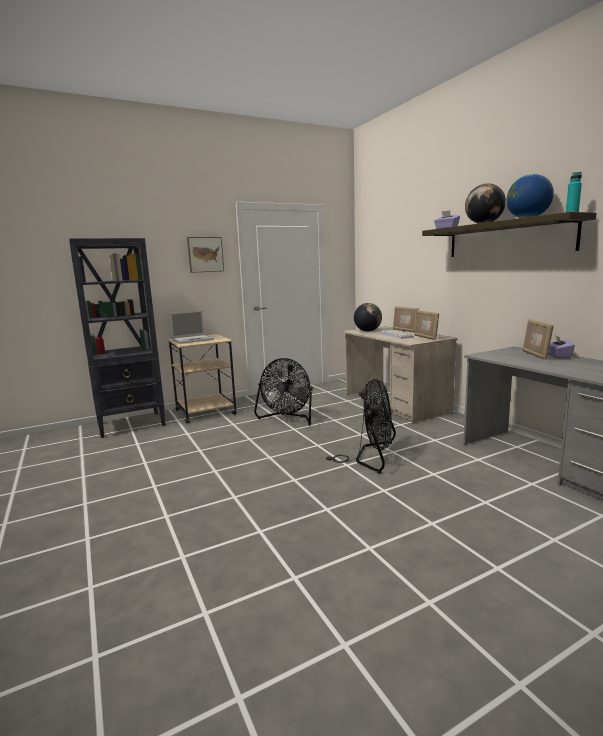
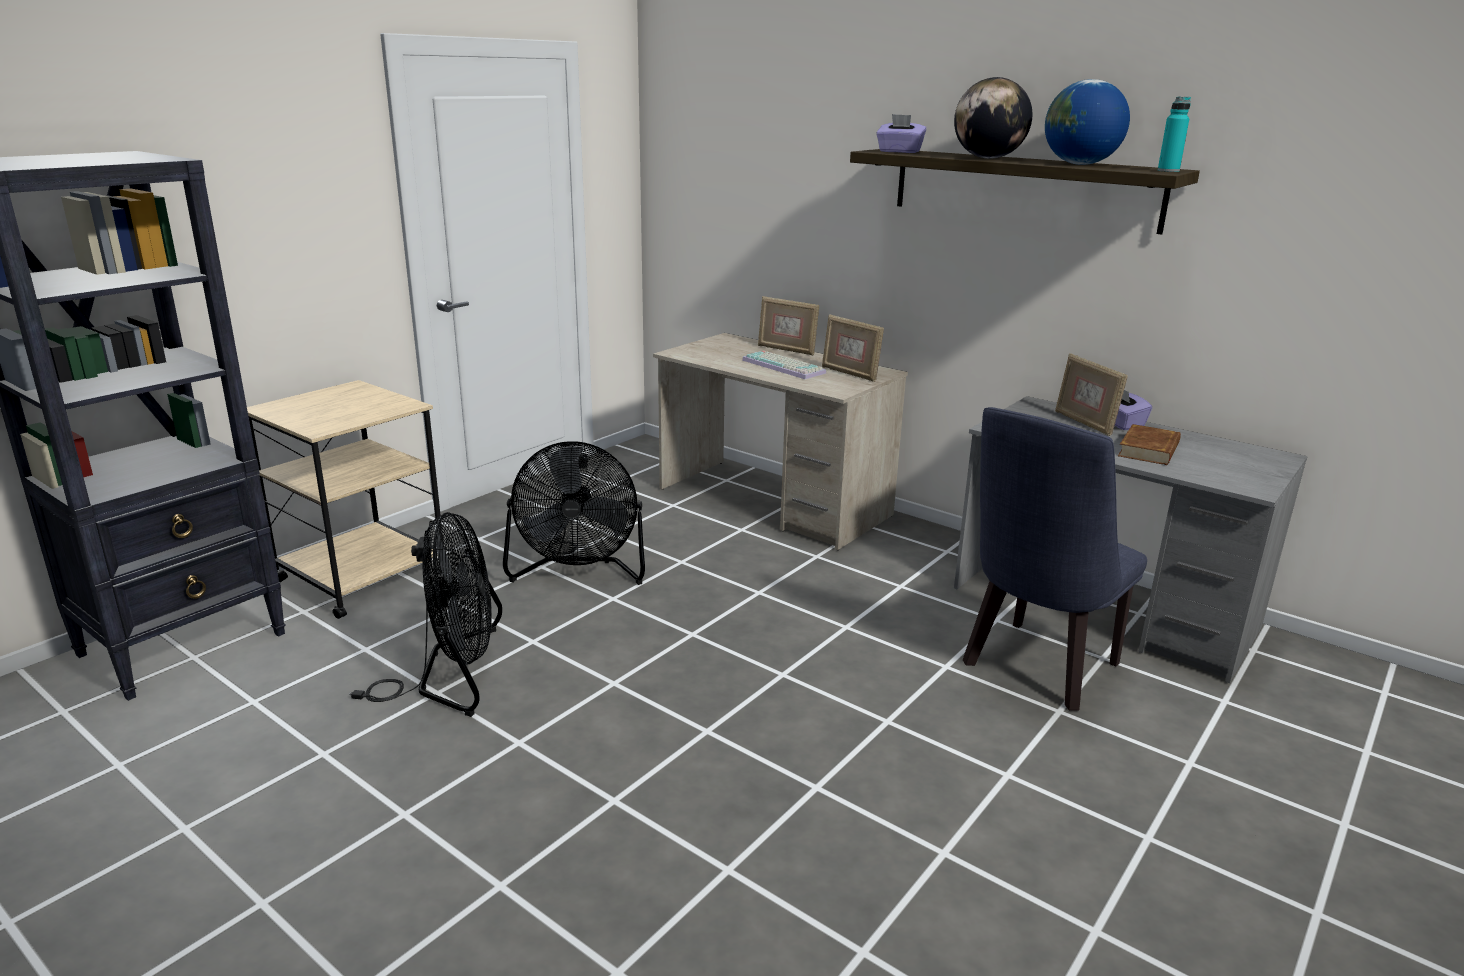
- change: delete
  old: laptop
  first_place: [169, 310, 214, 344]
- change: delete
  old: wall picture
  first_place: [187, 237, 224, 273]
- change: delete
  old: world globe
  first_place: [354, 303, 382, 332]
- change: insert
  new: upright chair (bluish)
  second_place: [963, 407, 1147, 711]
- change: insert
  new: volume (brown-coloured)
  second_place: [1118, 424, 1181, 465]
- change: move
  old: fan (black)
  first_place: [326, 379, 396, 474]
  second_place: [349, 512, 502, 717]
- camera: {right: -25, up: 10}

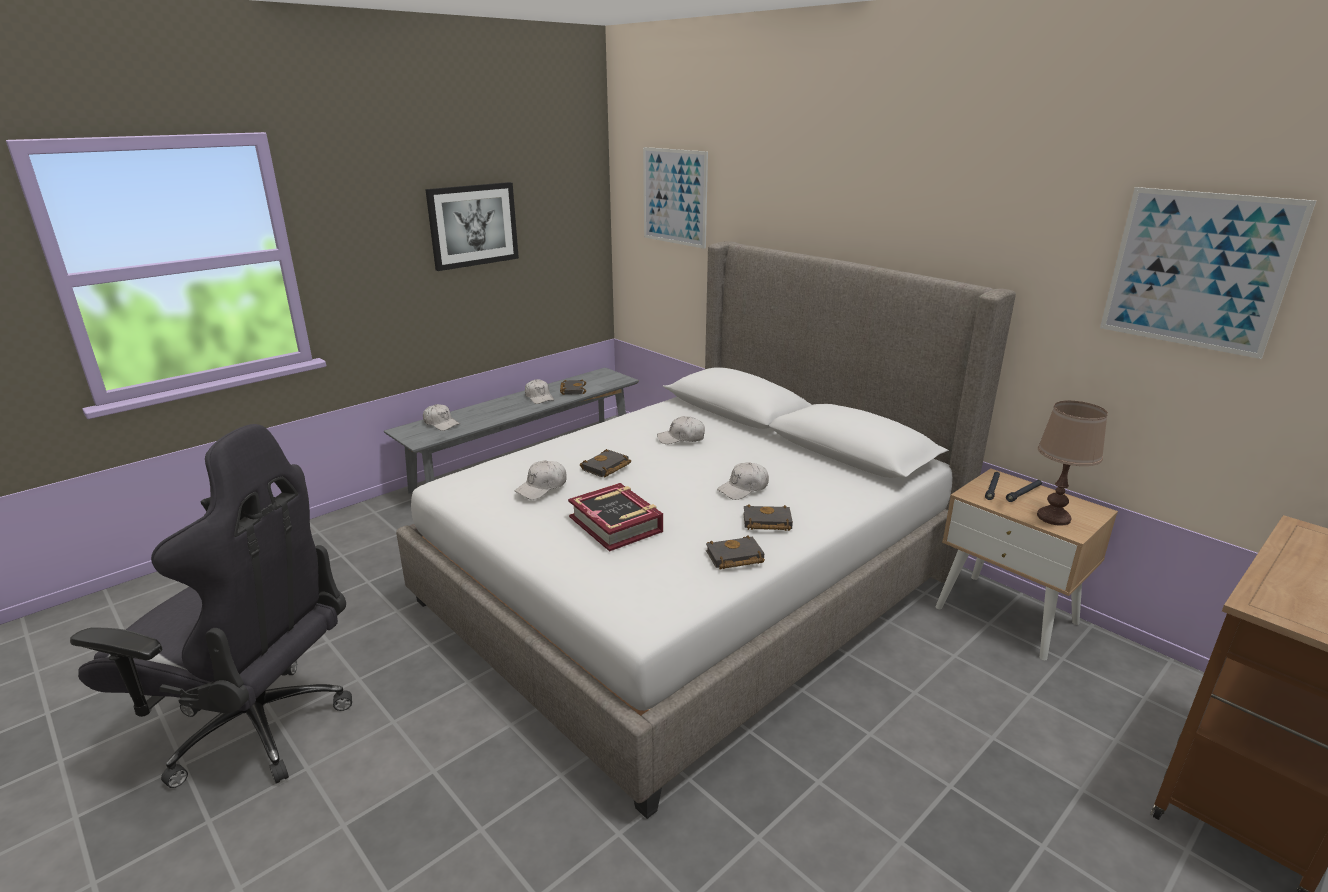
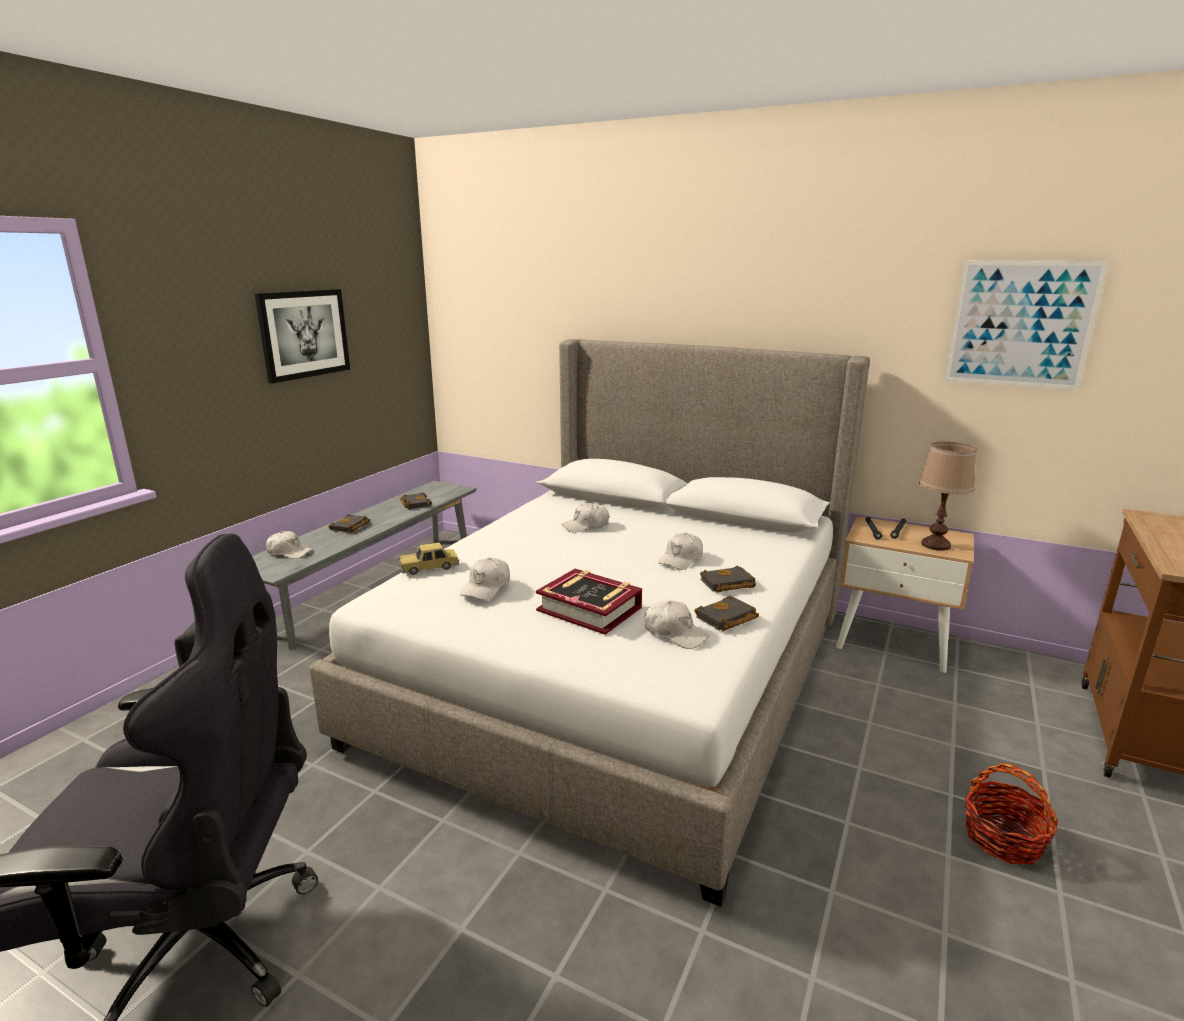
- change: delete
  old: wall picture
  first_place: [643, 147, 708, 249]
- change: insert
  new: toy car
  second_place: [399, 543, 460, 575]
- change: insert
  new: basket
  second_place: [965, 763, 1058, 865]
- change: move
  old: cap (whitish)
  first_place: [525, 379, 554, 404]
  second_place: [644, 600, 710, 649]
- change: move
  old: volume (black)
  first_place: [580, 449, 631, 477]
  second_place: [328, 514, 370, 533]
- camera: {right: -20, up: -5}

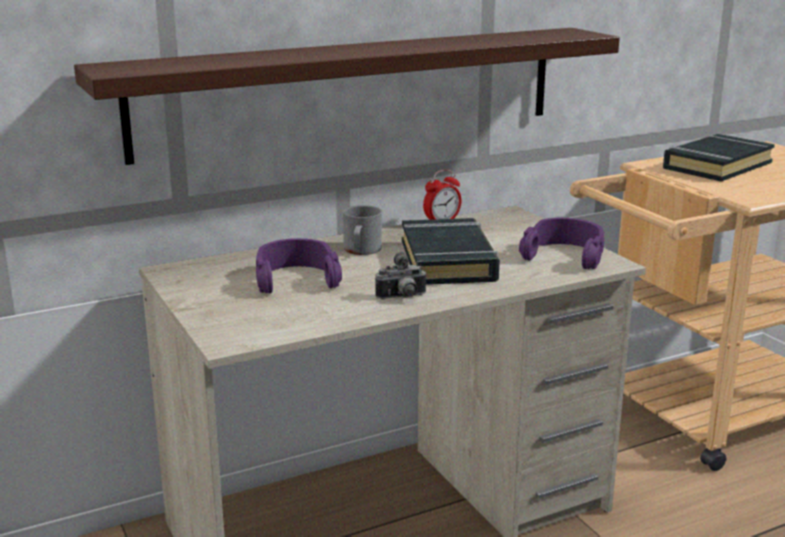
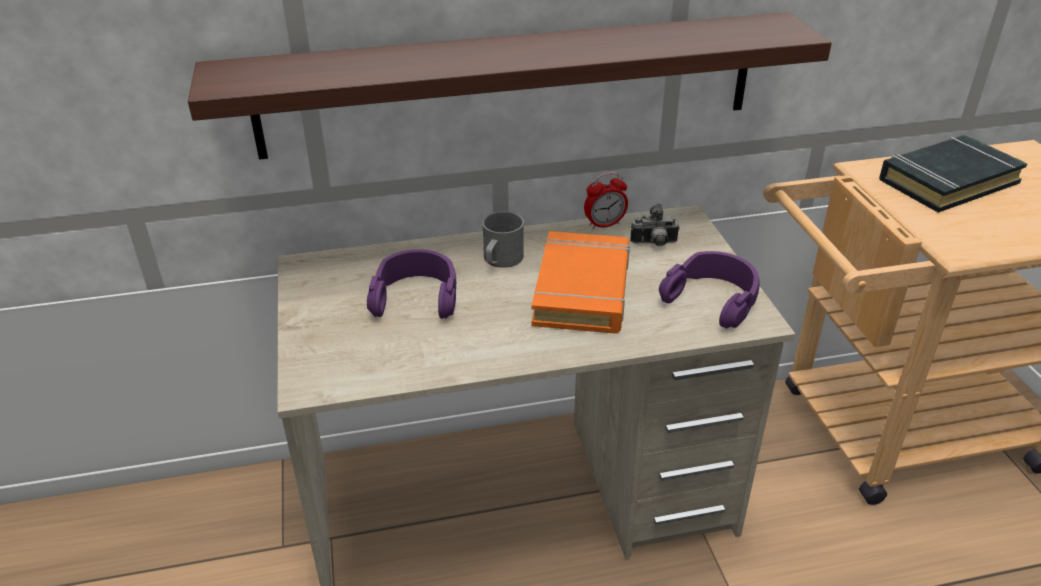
- change: move
  old: photo camera
  first_place: [375, 252, 427, 299]
  second_place: [630, 204, 679, 246]
- change: recolor
  old: volume (black)
  new: volume (orange)
  first_place: [402, 218, 500, 285]
  second_place: [532, 231, 630, 334]
- camera: {right: 15, up: 15}

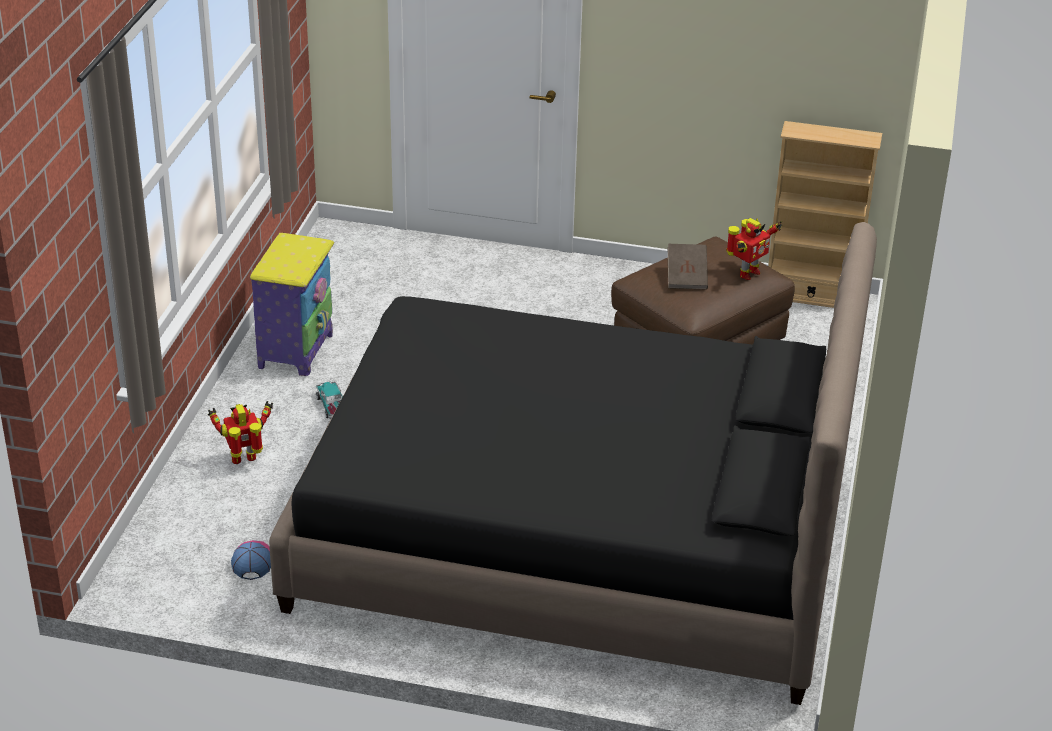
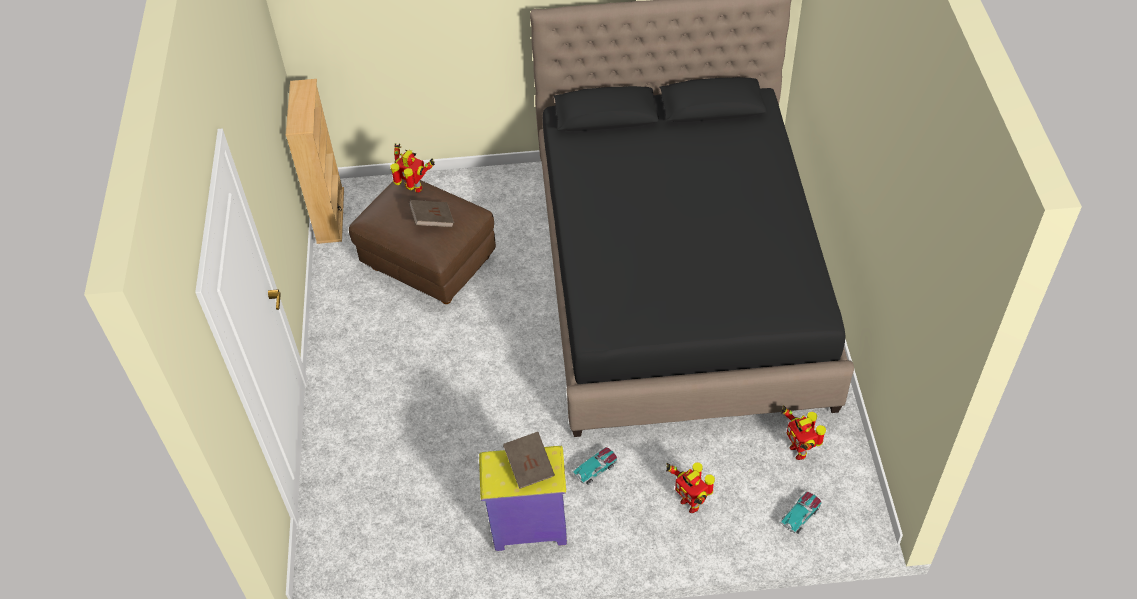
- change: insert
  new: volume (brown-coloured)
  second_place: [503, 432, 555, 489]
- change: insert
  new: toy car
  second_place: [780, 492, 822, 534]
- change: replace
  old: cap
  new: robot figure
  first_place: [231, 540, 271, 580]
  second_place: [781, 405, 826, 460]
- camera: {right: -105, up: 15}

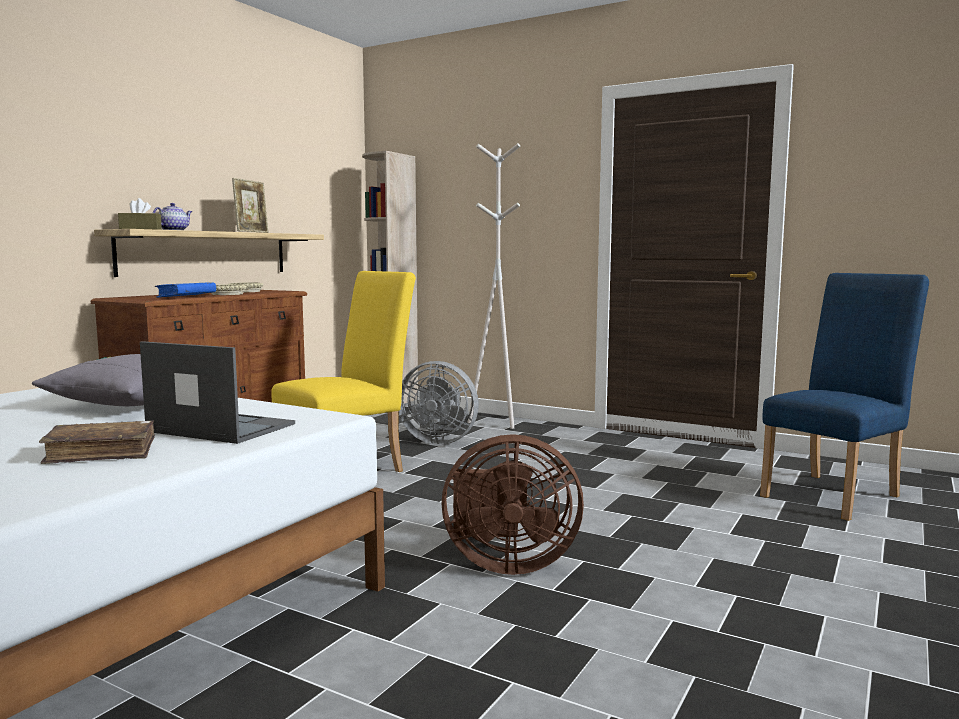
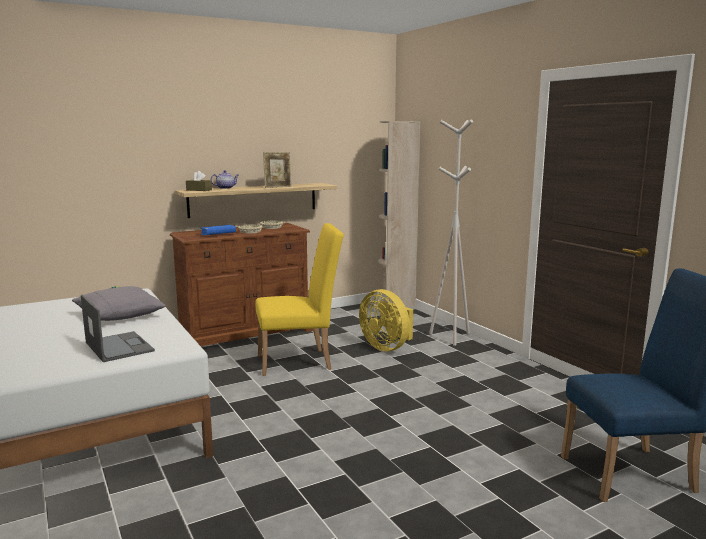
- change: delete
  old: volume (brown-coloured)
  first_place: [39, 420, 155, 464]
- change: delete
  old: fan (brown-coloured)
  first_place: [442, 434, 584, 575]
- change: recolor
  old: fan (gray)
  new: fan (yellowish)
  first_place: [398, 361, 479, 445]
  second_place: [359, 289, 413, 351]
- camera: {right: 30, up: 5}

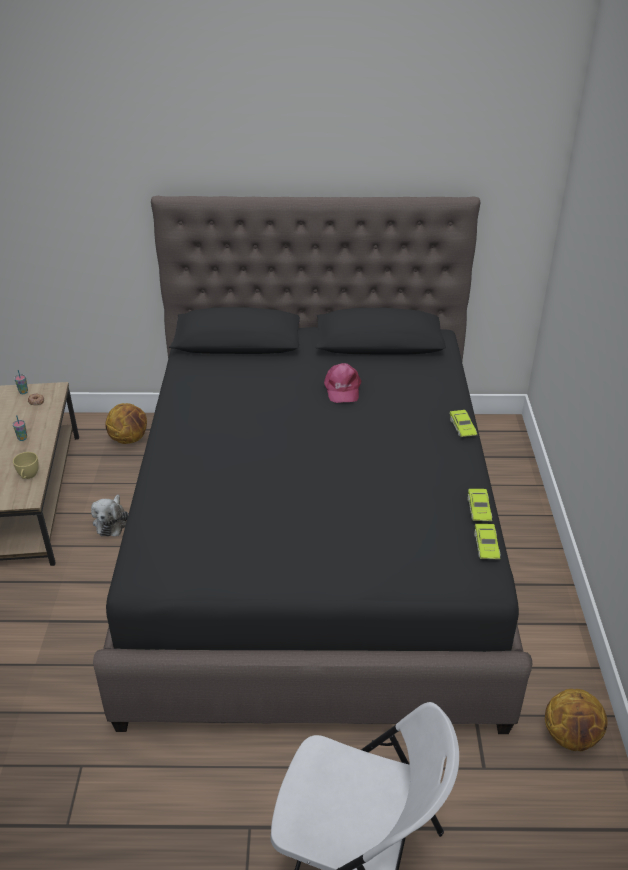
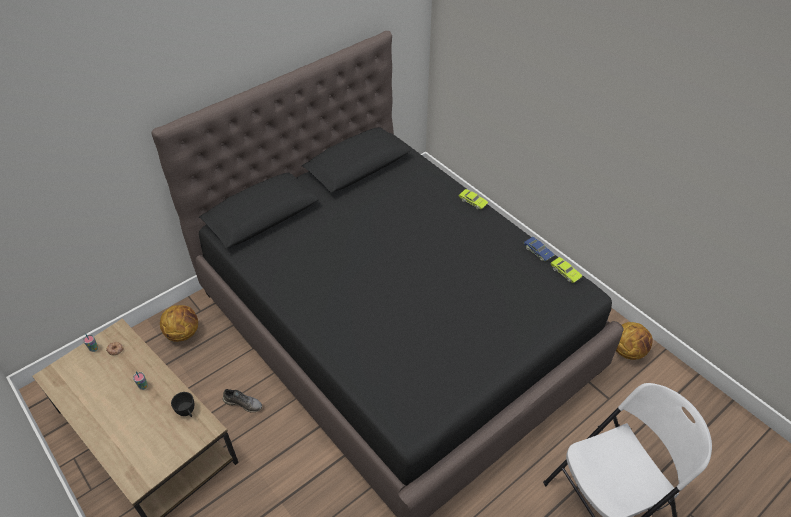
- change: delete
  old: cap (pinkish)
  first_place: [324, 363, 361, 403]
- change: replace
  old: soft toy
  new: low shoe (gray)
  first_place: [91, 494, 128, 537]
  second_place: [223, 389, 262, 413]
- change: recolor
  old: drinking cup (yellowish)
  new: drinking cup (black)
  first_place: [13, 452, 39, 479]
  second_place: [171, 392, 194, 417]
- change: recolor
  old: toy car (green)
  new: toy car (bluish)
  first_place: [468, 489, 492, 521]
  second_place: [524, 237, 555, 262]
- camera: {right: -40, up: 10}

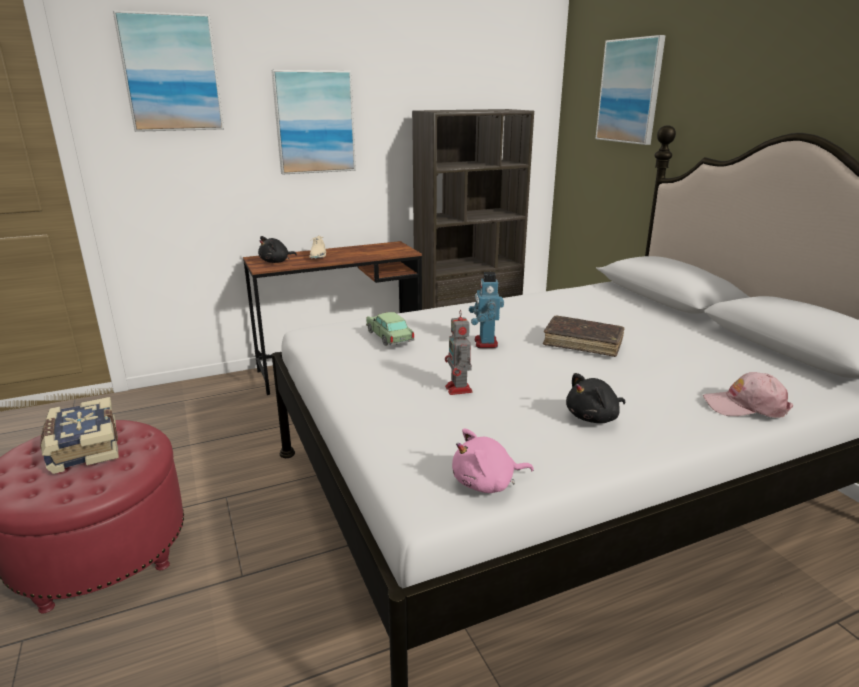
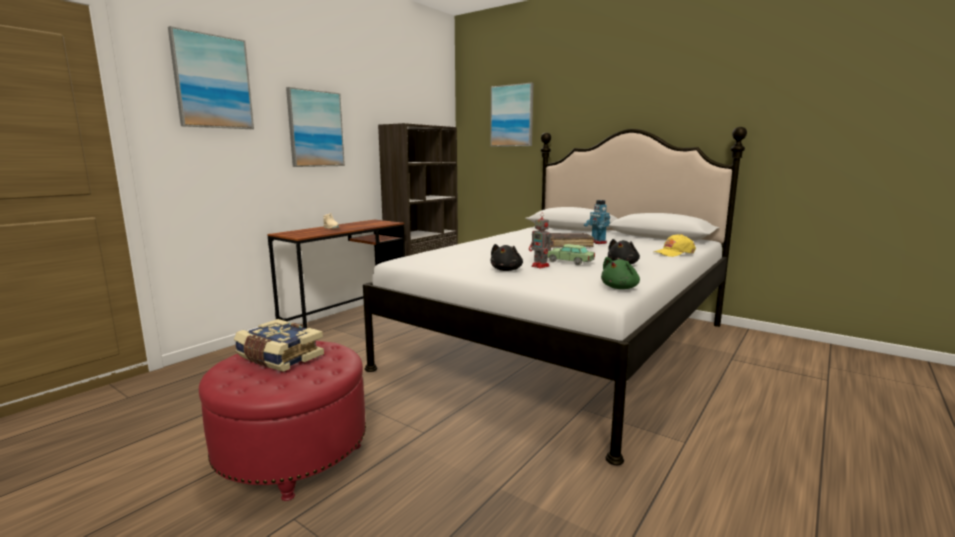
- change: move
  old: soft toy (black)
  first_place: [258, 236, 297, 263]
  second_place: [491, 244, 523, 271]
- change: move
  old: toy car
  first_place: [366, 312, 414, 346]
  second_place: [547, 244, 595, 265]
- change: move
  old: robot figure
  first_place: [469, 272, 504, 348]
  second_place: [584, 200, 610, 244]
- change: recolor
  old: soft toy (pinkish)
  new: soft toy (green)
  first_place: [452, 429, 534, 493]
  second_place: [601, 257, 640, 289]
- change: recolor
  old: cap (pinkish)
  new: cap (yellowish)
  first_place: [703, 372, 793, 418]
  second_place: [654, 234, 696, 257]
- camera: {right: -30, up: -10}

